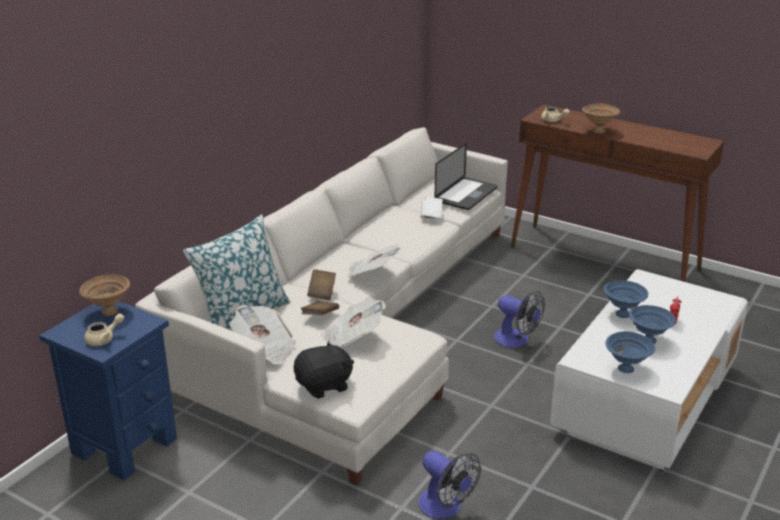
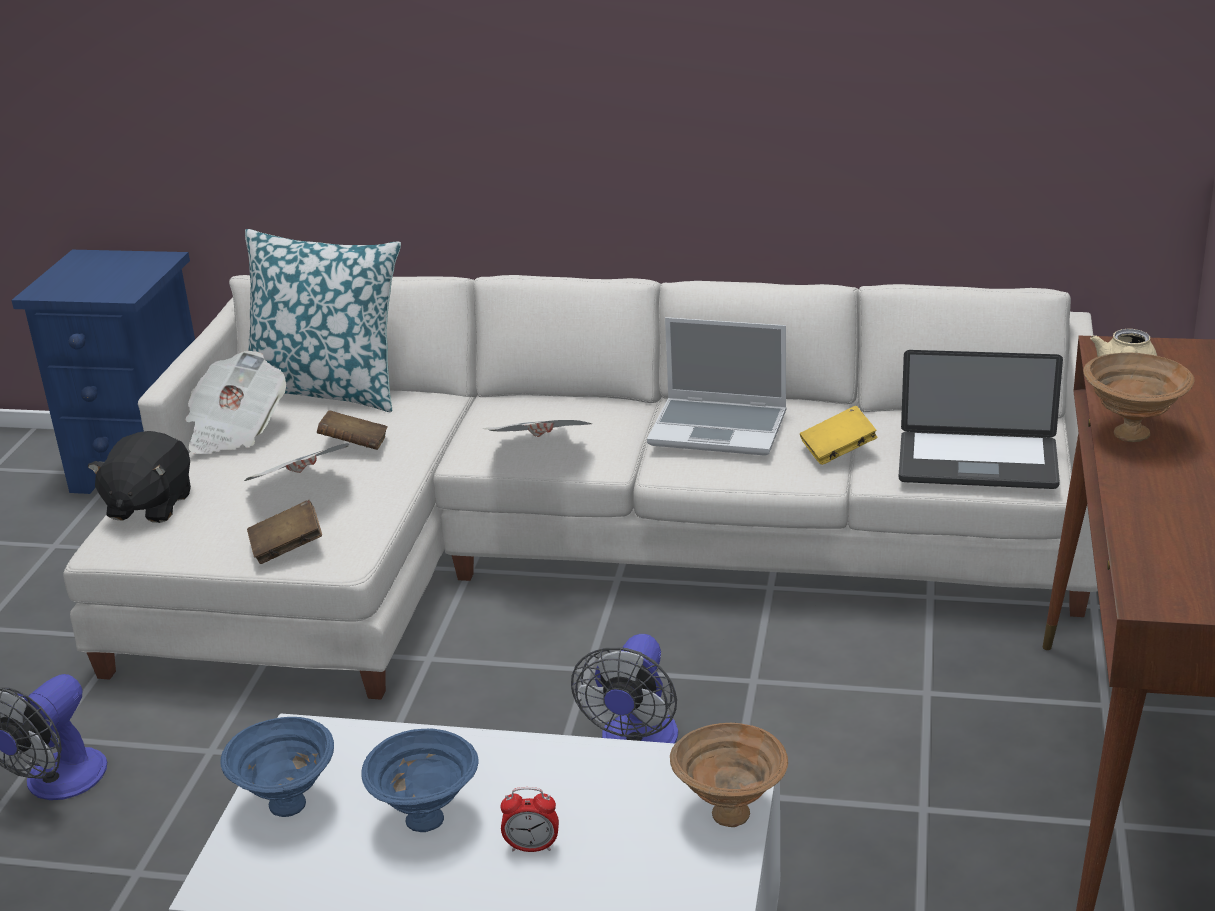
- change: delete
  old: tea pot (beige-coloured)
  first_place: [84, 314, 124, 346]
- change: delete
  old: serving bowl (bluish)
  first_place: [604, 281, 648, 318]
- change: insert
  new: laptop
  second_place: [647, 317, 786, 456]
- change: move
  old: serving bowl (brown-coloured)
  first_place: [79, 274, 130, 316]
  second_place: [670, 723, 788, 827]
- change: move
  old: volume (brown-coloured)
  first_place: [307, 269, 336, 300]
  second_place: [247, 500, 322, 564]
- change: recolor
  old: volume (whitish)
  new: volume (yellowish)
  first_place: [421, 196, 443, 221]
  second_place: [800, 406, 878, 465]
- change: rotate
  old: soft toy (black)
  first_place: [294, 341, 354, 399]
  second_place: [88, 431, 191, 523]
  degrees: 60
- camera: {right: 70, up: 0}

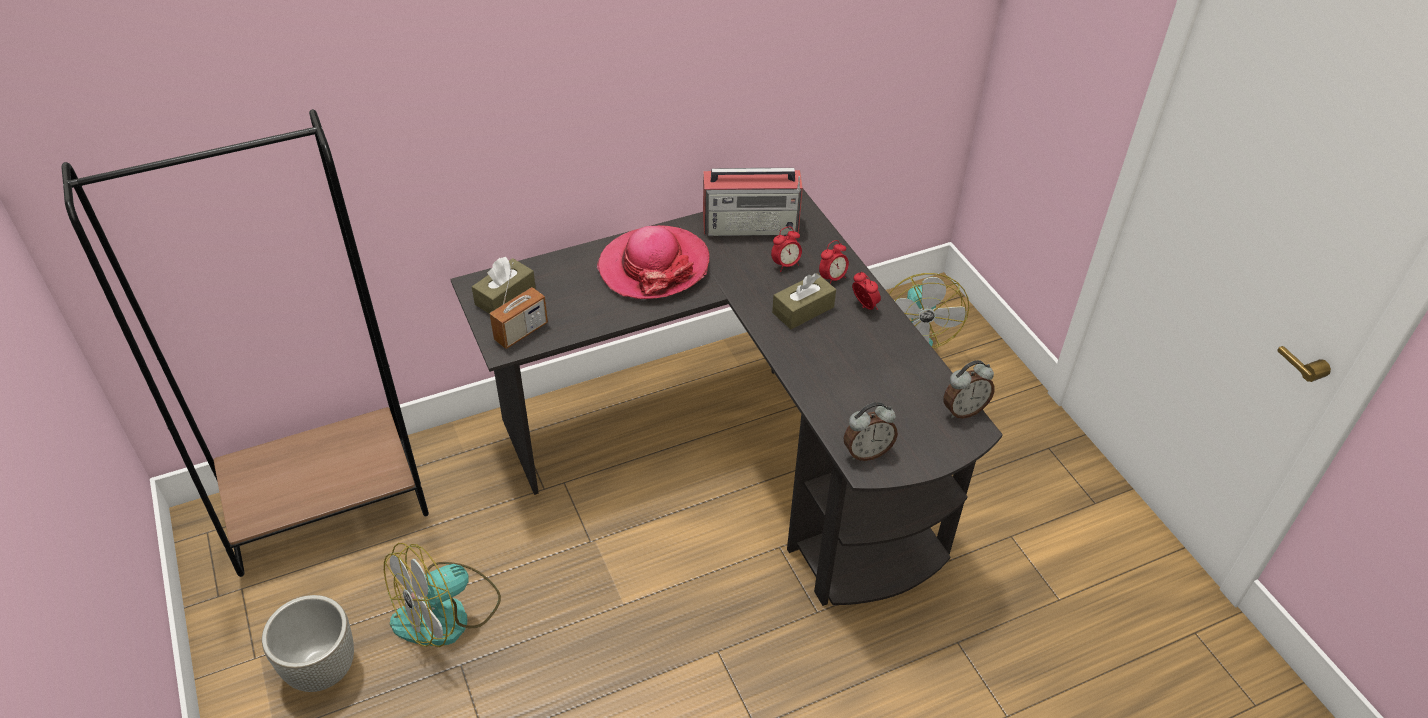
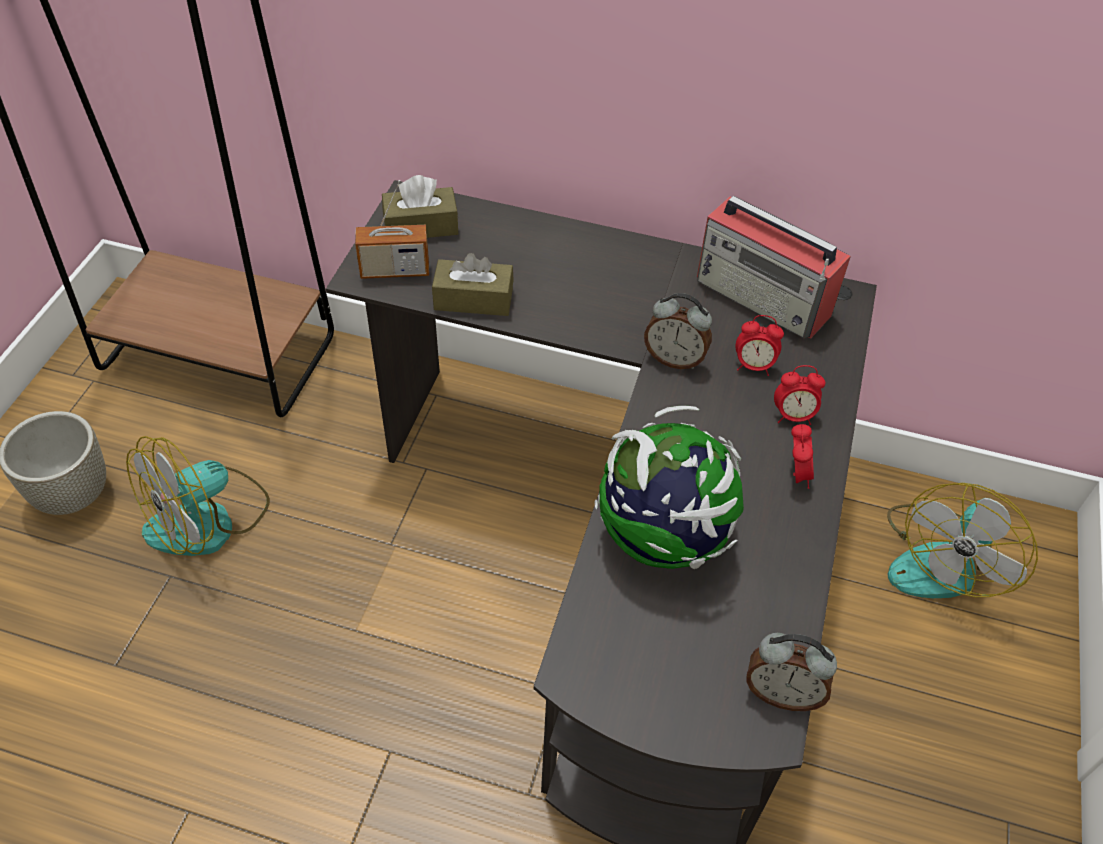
- change: delete
  old: hat
  first_place: [597, 225, 710, 299]
- change: insert
  new: world globe
  second_place: [594, 406, 744, 569]
- change: move
  old: tissue box (brown-coloured)
  first_place: [772, 273, 836, 329]
  second_place: [432, 253, 514, 316]
- change: move
  old: table clock
  first_place: [843, 402, 898, 461]
  second_place: [644, 293, 712, 369]
- change: rotate
  old: fan
  first_place: [384, 543, 501, 647]
  second_place: [126, 436, 270, 556]
  degrees: -45
- camera: {right: 40, up: 5}

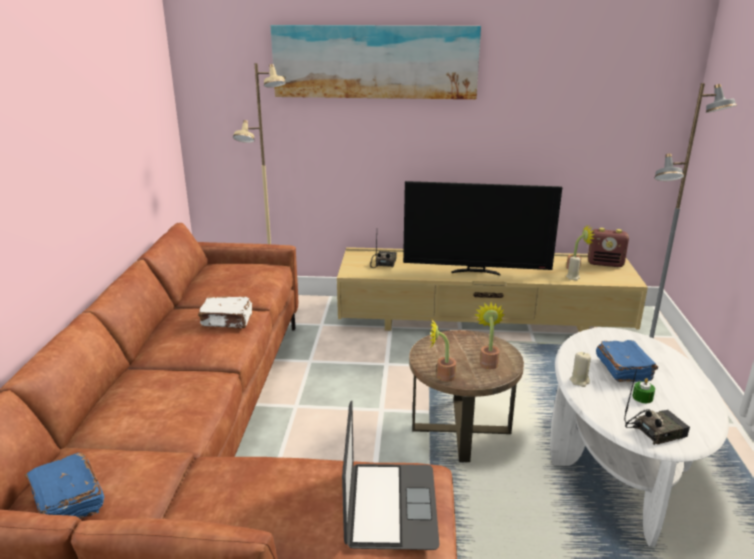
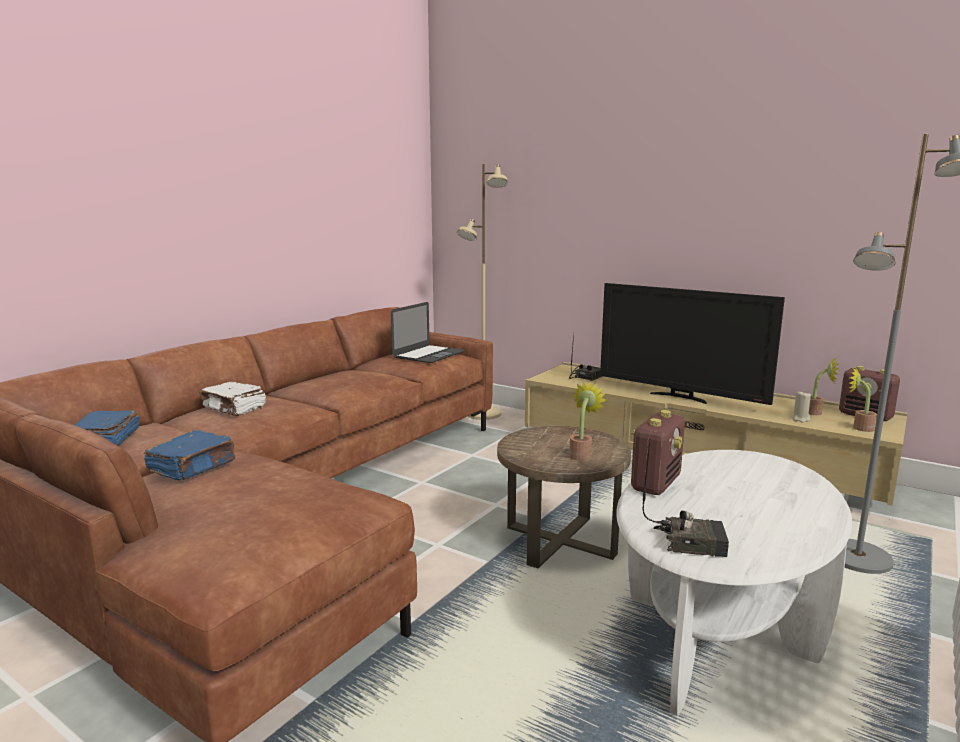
- change: delete
  old: wall picture
  first_place: [271, 25, 481, 99]
- change: delete
  old: candle (green)
  first_place: [632, 378, 655, 403]
- change: move
  old: volume (whitish)
  first_place: [198, 296, 252, 328]
  second_place: [199, 381, 266, 416]
- change: move
  old: laptop
  first_place: [342, 401, 440, 550]
  second_place: [391, 302, 465, 363]
- change: move
  old: plant in a pot
  first_place: [430, 319, 456, 382]
  second_place: [848, 366, 877, 432]
- change: move
  old: volume (bluish)
  first_place: [596, 340, 658, 382]
  second_place: [144, 430, 236, 480]
- change: replace
  old: candle (beige-coloured)
  new: radio
  first_place: [570, 352, 591, 387]
  second_place: [631, 410, 685, 495]
- camera: {right: 30, up: -10}

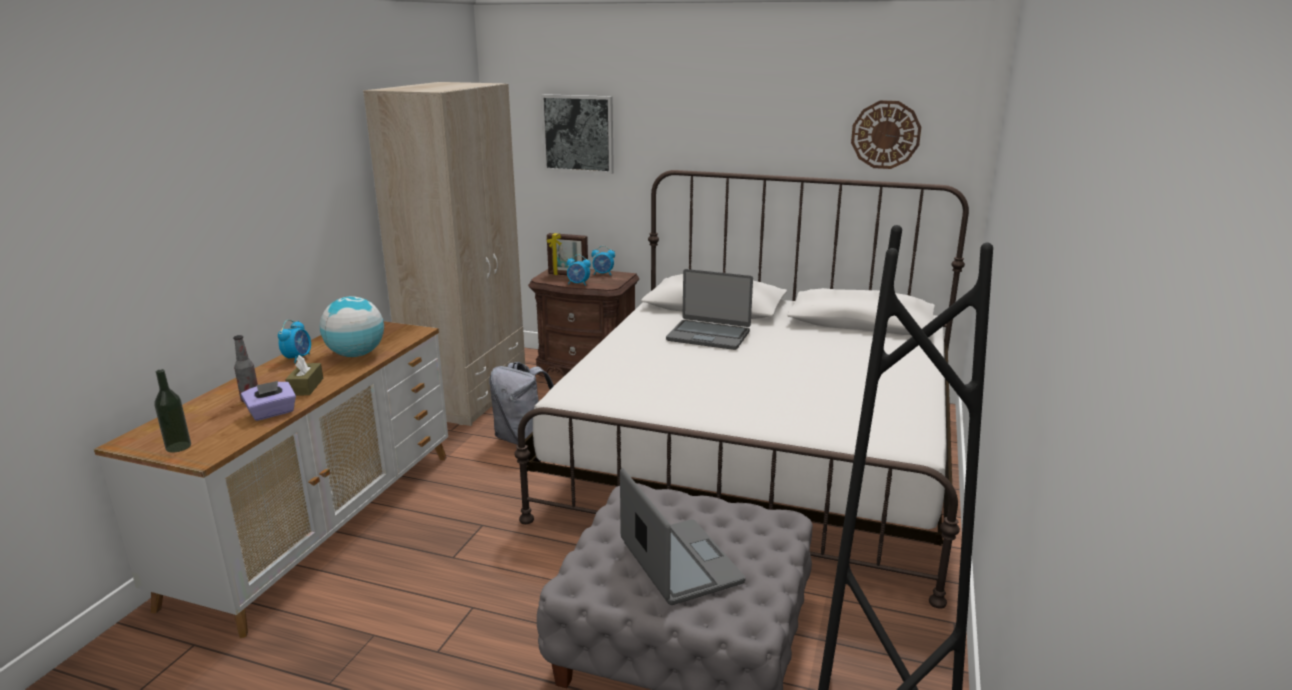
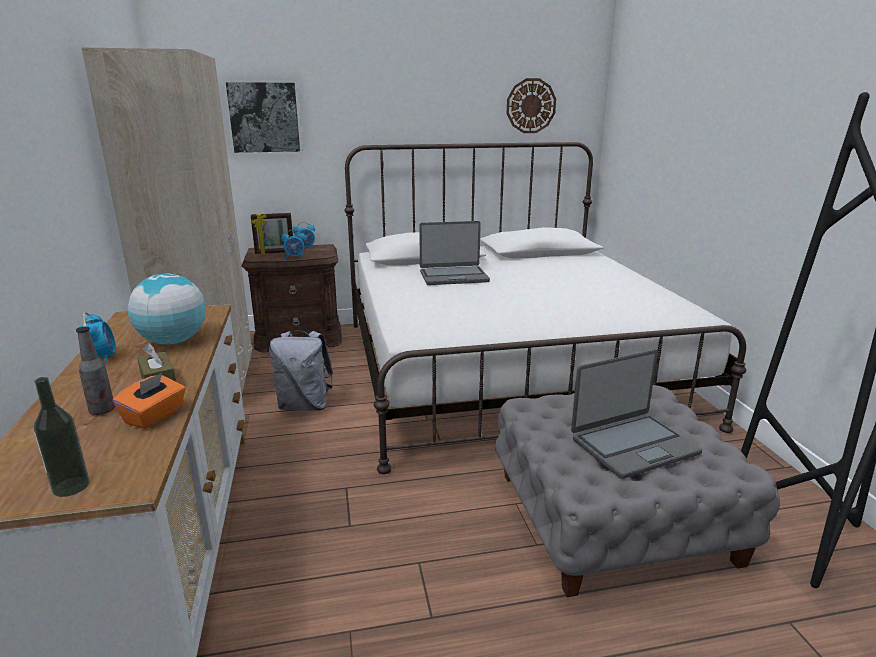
- change: recolor
  old: tissue box (purple)
  new: tissue box (orange)
  first_place: [241, 381, 296, 421]
  second_place: [113, 373, 186, 429]
- change: rotate
  old: laptop
  first_place: [620, 468, 745, 605]
  second_place: [571, 350, 702, 479]
  degrees: 120
- camera: {right: -30, up: 0}

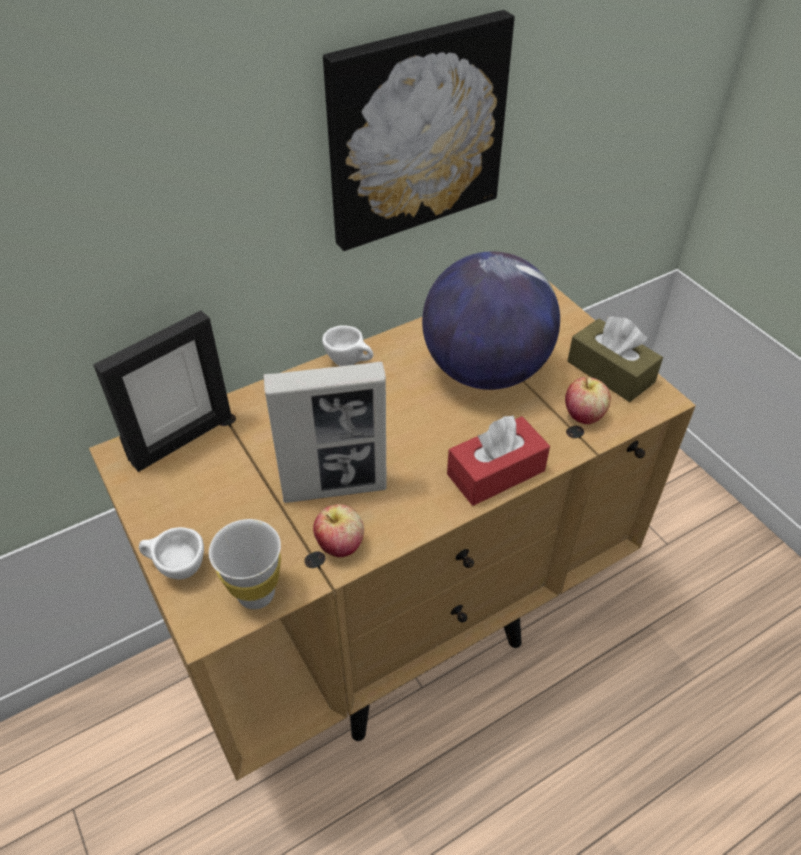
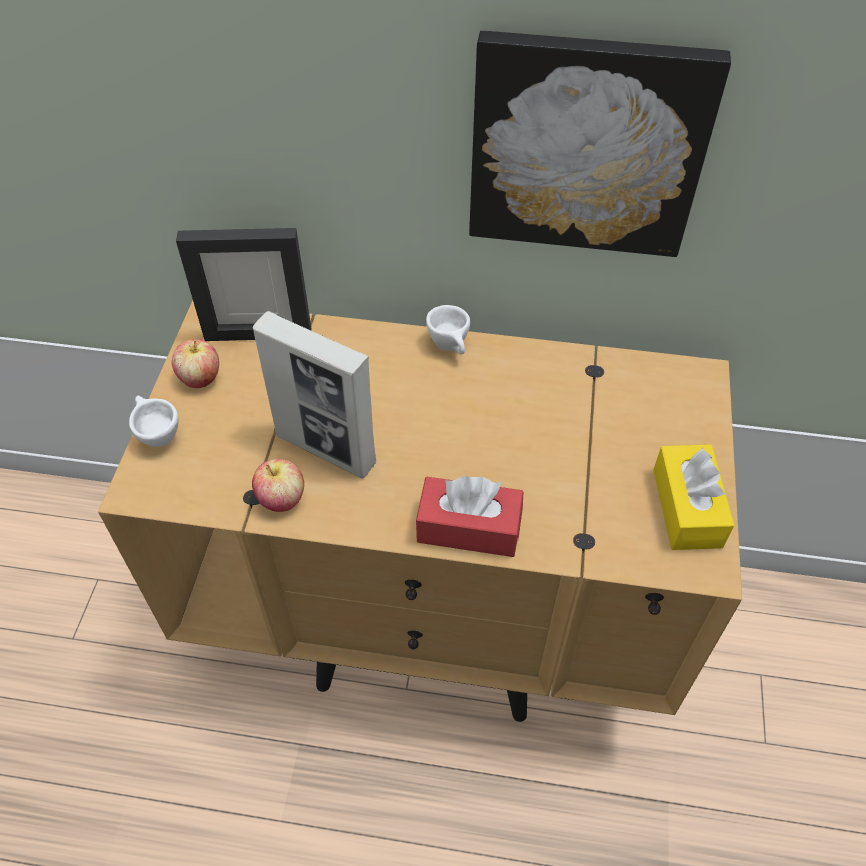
- change: delete
  old: drinking cup (whitish)
  first_place: [209, 519, 281, 610]
- change: delete
  old: world globe
  first_place: [422, 251, 560, 390]
- change: move
  old: apple
  first_place: [565, 377, 611, 424]
  second_place: [172, 339, 219, 388]
- change: recolor
  old: tissue box (brown-coloured)
  new: tissue box (yellowish)
  first_place: [567, 316, 663, 402]
  second_place: [653, 444, 734, 550]
- camera: {right: 40, up: 5}

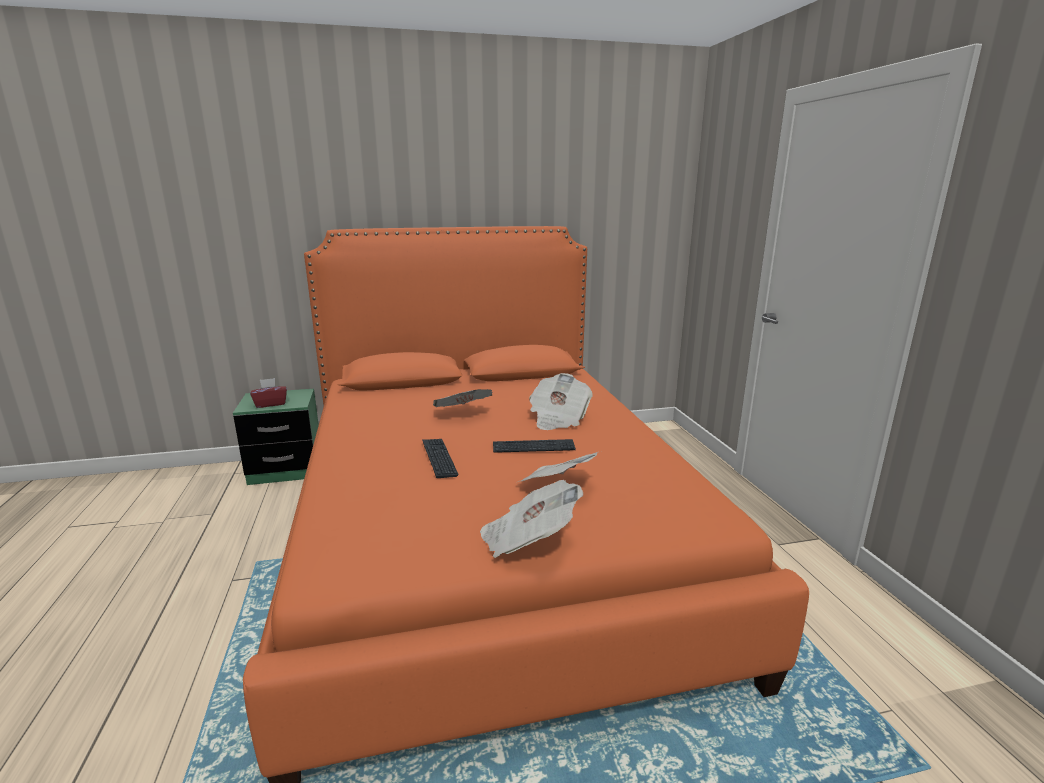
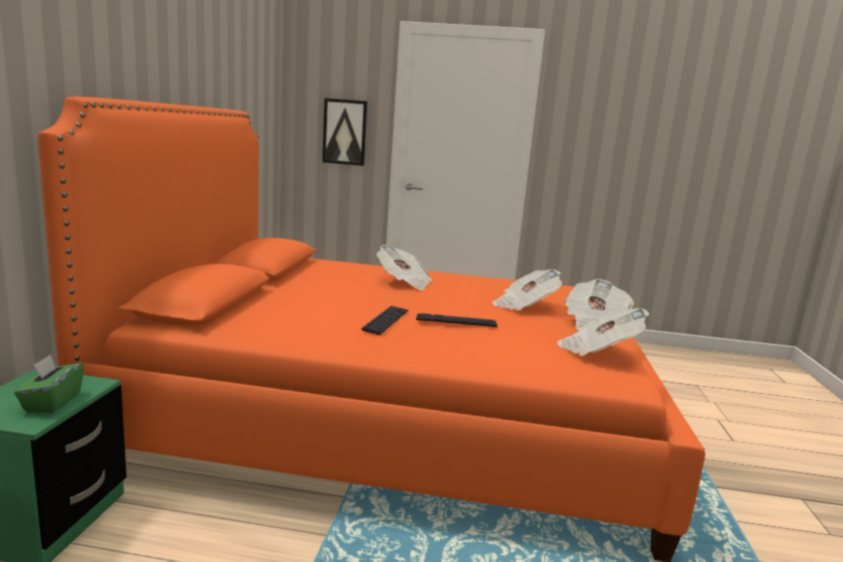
- change: insert
  new: wall picture
  second_place: [322, 98, 367, 166]
- change: move
  old: daily paper
  first_place: [433, 389, 492, 407]
  second_place: [557, 308, 650, 356]
- change: move
  old: computer keyboard
  first_place: [493, 439, 576, 453]
  second_place: [361, 306, 409, 335]
- change: recolor
  old: tissue box (red)
  new: tissue box (green)
  first_place: [250, 378, 287, 408]
  second_place: [14, 354, 84, 413]
- camera: {right: -70, up: -5}

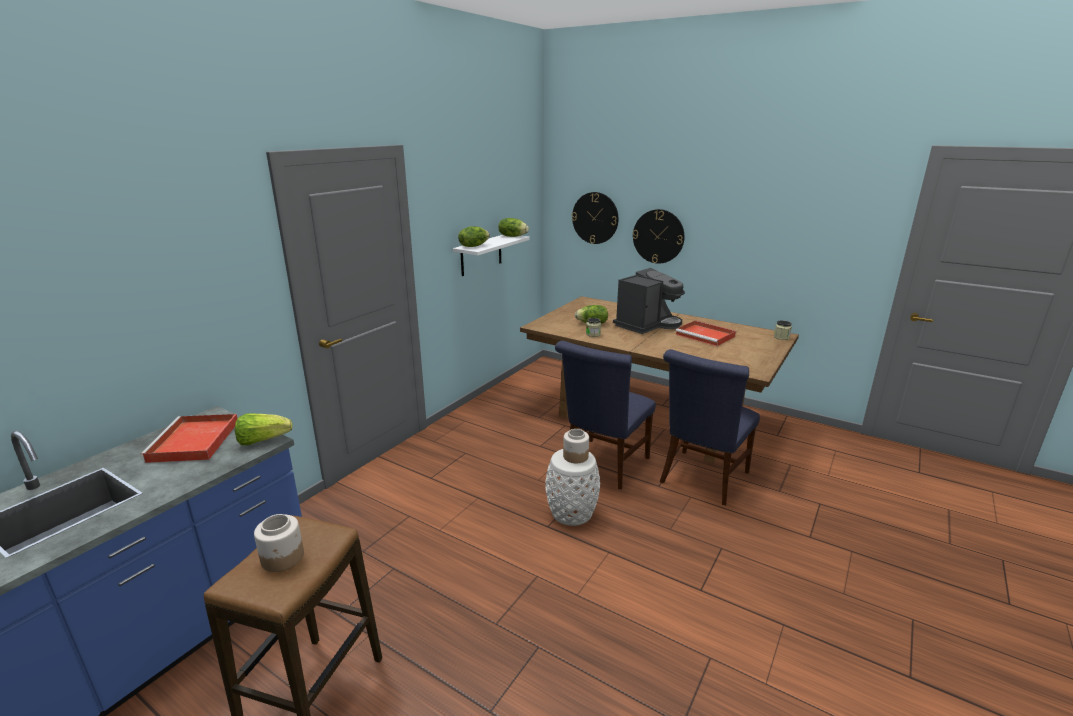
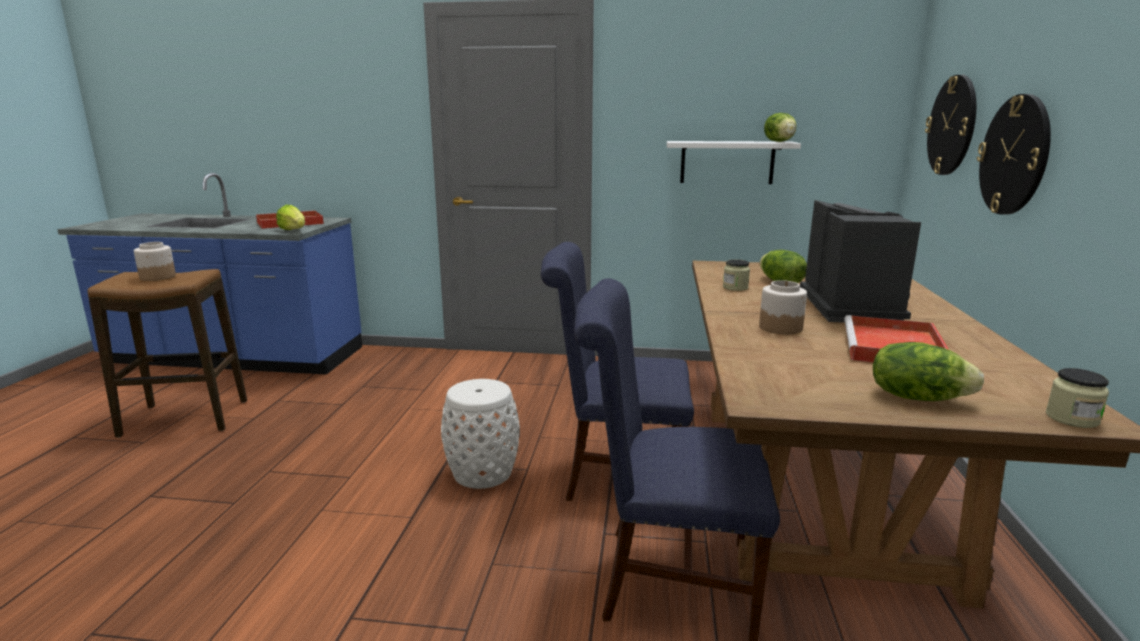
- change: move
  old: lettuce
  first_place: [458, 227, 490, 247]
  second_place: [873, 342, 984, 401]
- change: move
  old: preserve jar
  first_place: [563, 429, 589, 463]
  second_place: [759, 280, 807, 335]
- change: rotate
  old: coffee maker
  first_place: [613, 268, 685, 334]
  second_place: [800, 200, 921, 323]
  degrees: -105
- camera: {right: 65, up: -5}

